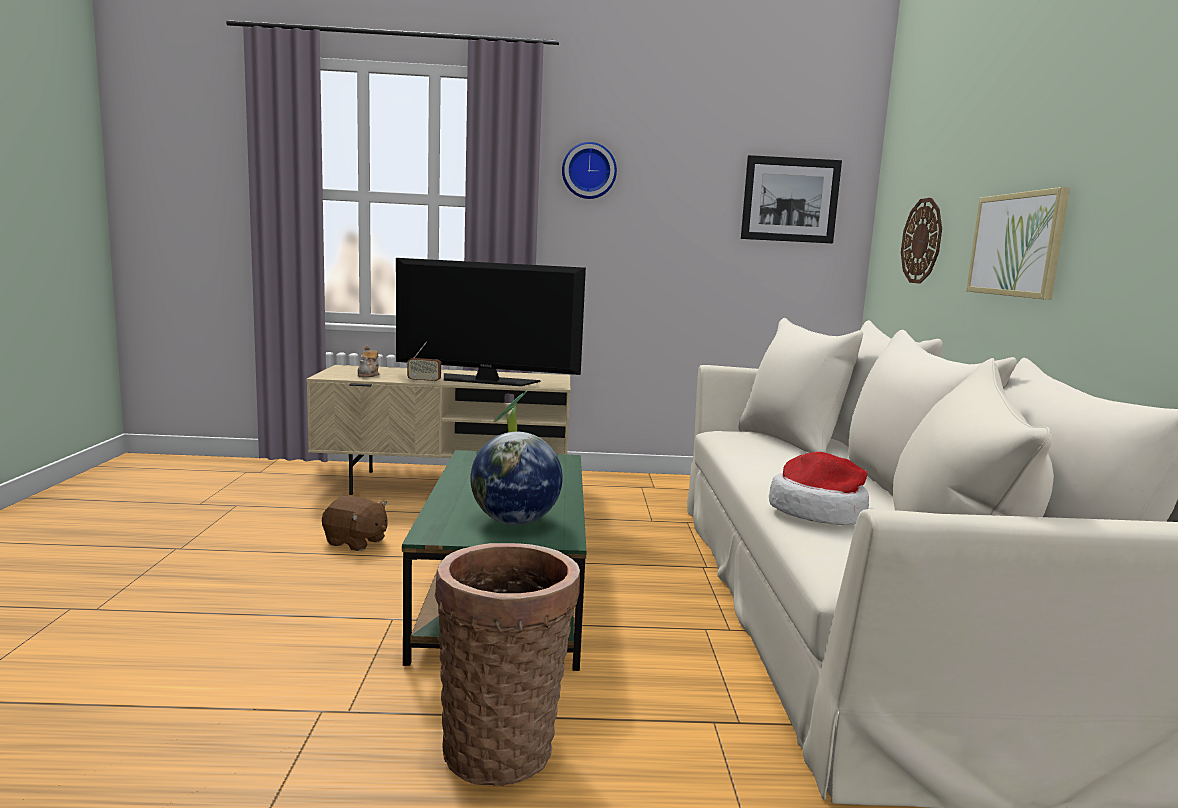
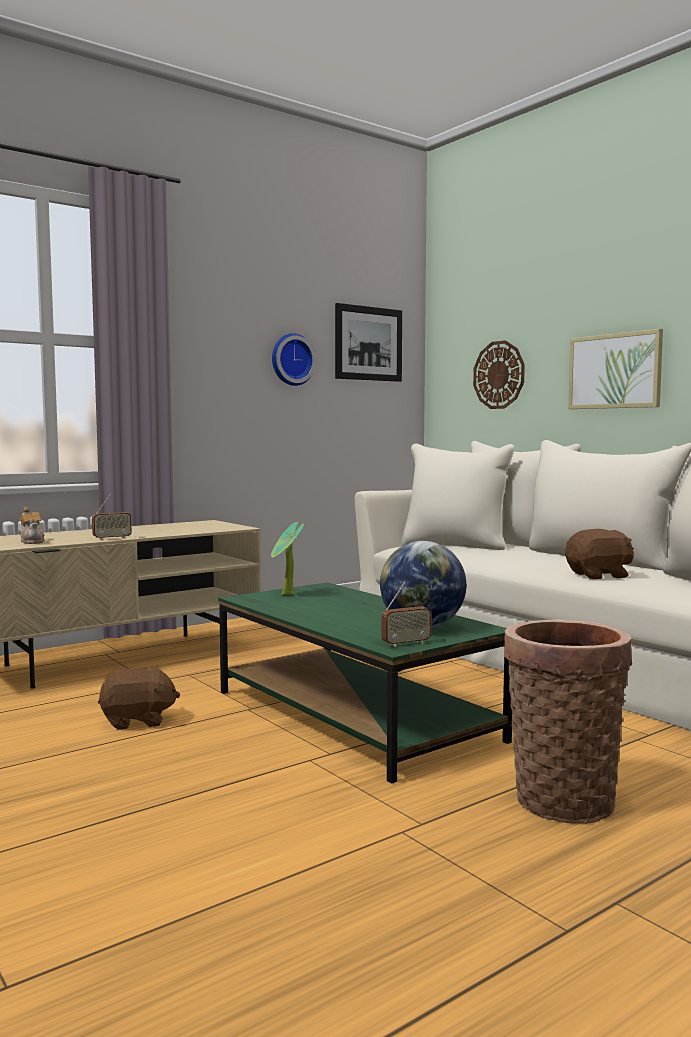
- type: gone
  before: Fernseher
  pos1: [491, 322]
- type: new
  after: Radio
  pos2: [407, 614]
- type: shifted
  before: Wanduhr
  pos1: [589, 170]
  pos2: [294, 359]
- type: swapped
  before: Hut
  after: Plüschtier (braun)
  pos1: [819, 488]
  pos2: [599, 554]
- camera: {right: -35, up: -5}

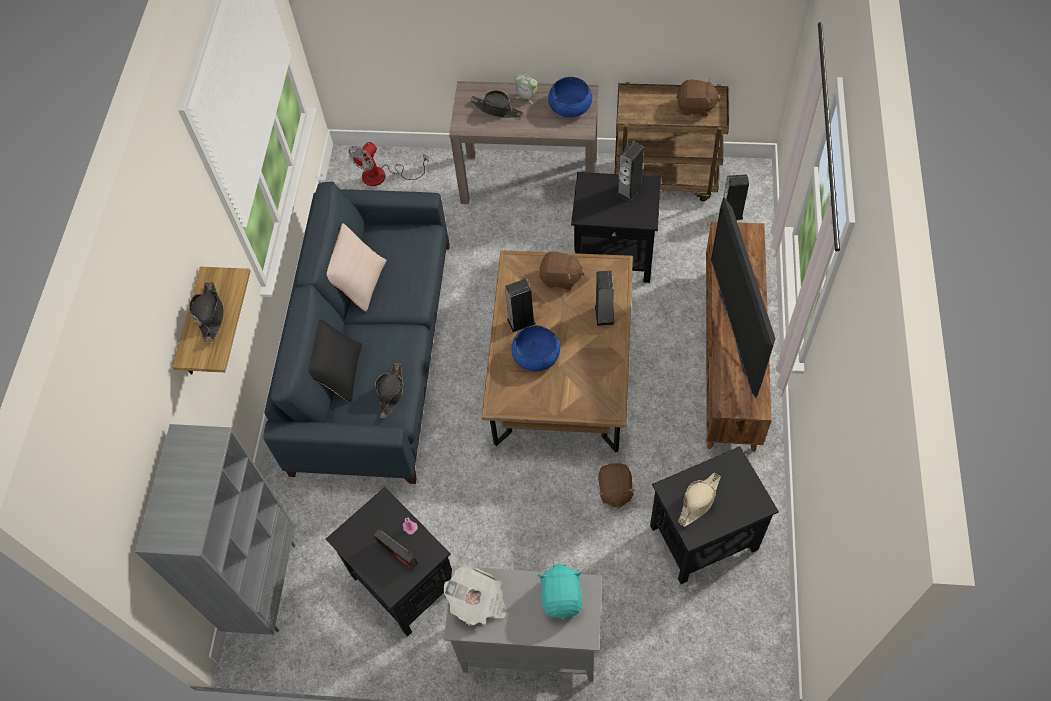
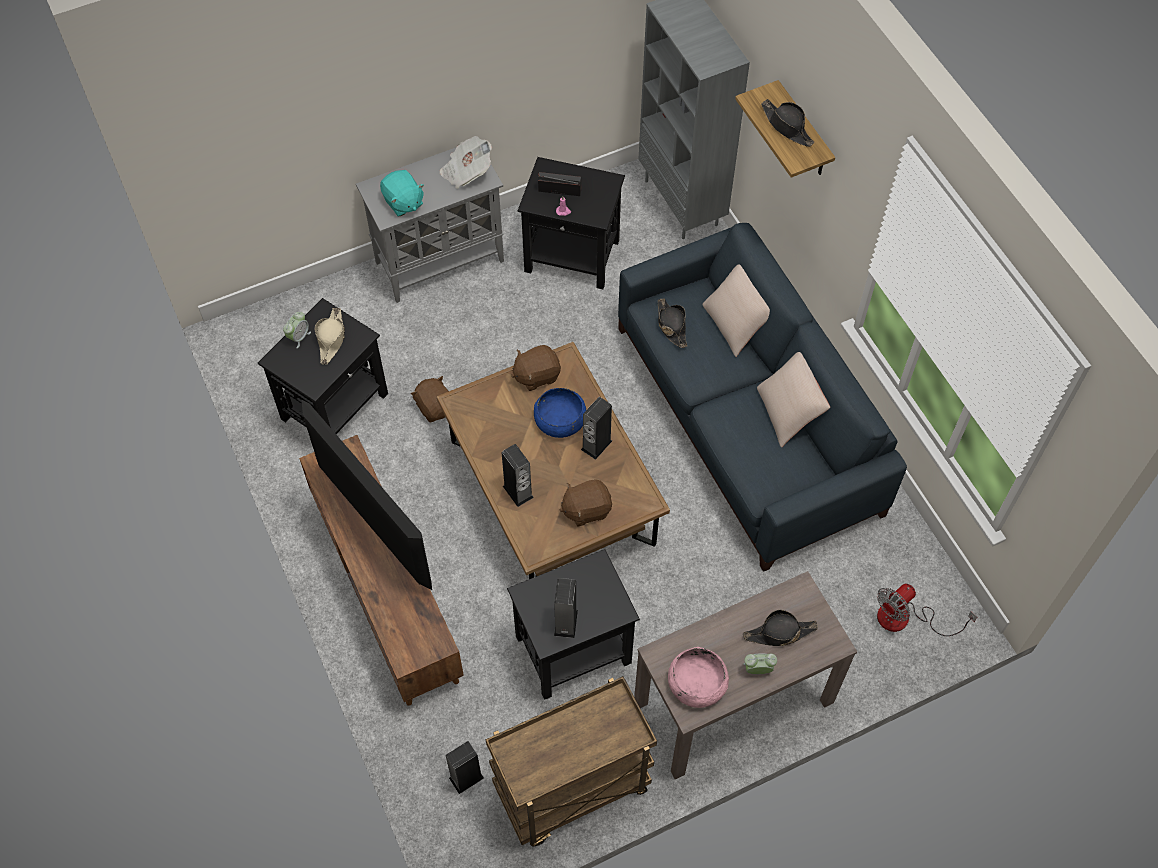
- type: new
  after: Wecker
  pos2: [297, 330]
- type: shifted
  before: Plüschtier (braun)
  pos1: [698, 97]
  pos2: [536, 368]
- type: repainted
  before: Kissen (schwarz)
  after: Kissen (beige)
  pos1: [335, 360]
  pos2: [736, 310]
- type: repainted
  before: Schüssel (blau)
  after: Schüssel (rosa)
  pos1: [570, 97]
  pos2: [698, 677]
- type: rotated
  before: Ventilator
  pos1: [388, 164]
  pos2: [927, 610]
  turn: -135
- camera: {right: 145, up: 0}

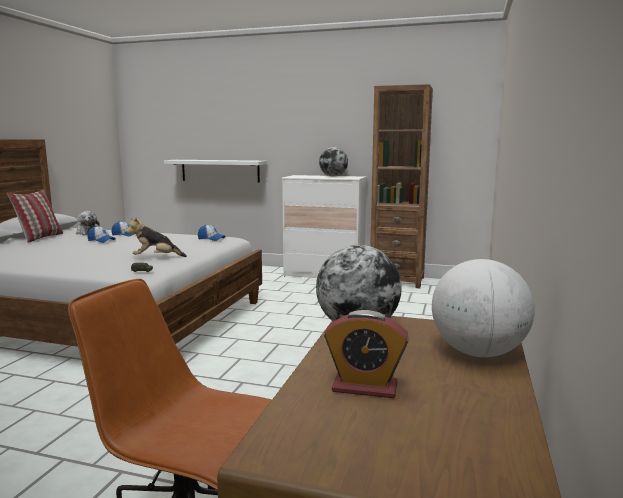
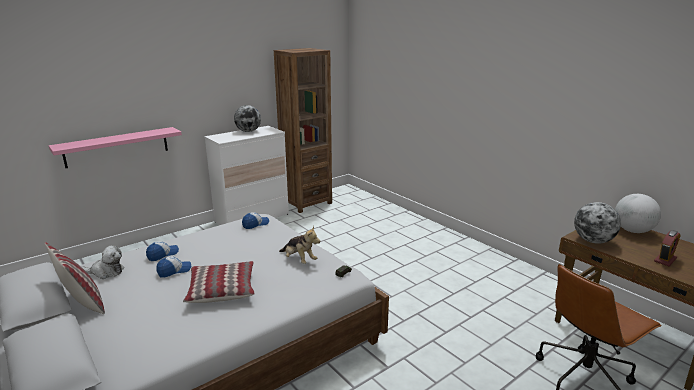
- type: new
  after: Kissen
  pos2: [219, 282]
- type: repainted
  before: Wandregal (weiß)
  after: Wandregal (rosa)
  pos1: [215, 171]
  pos2: [115, 147]
- type: rotated
  before: Plüschtier
  pos1: [156, 237]
  pos2: [299, 245]
  turn: -75
- camera: {right: -55, up: 10}

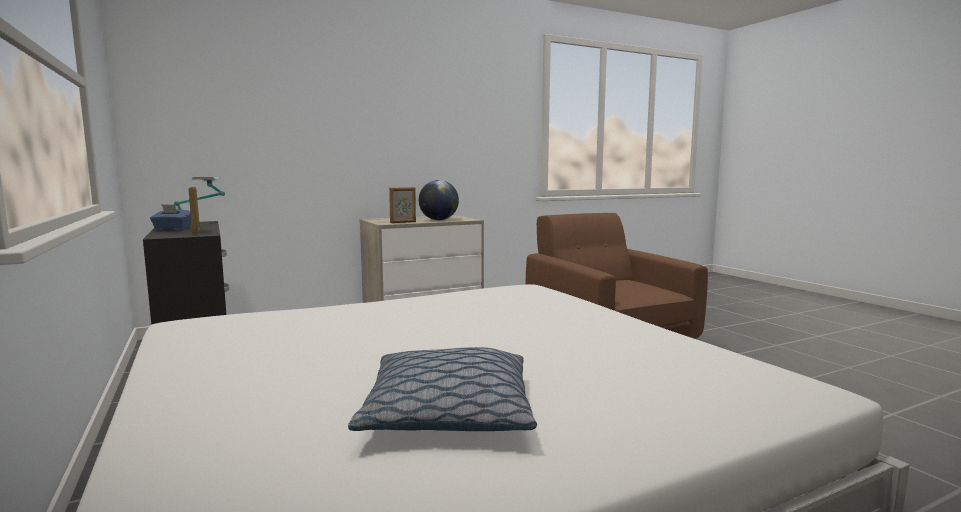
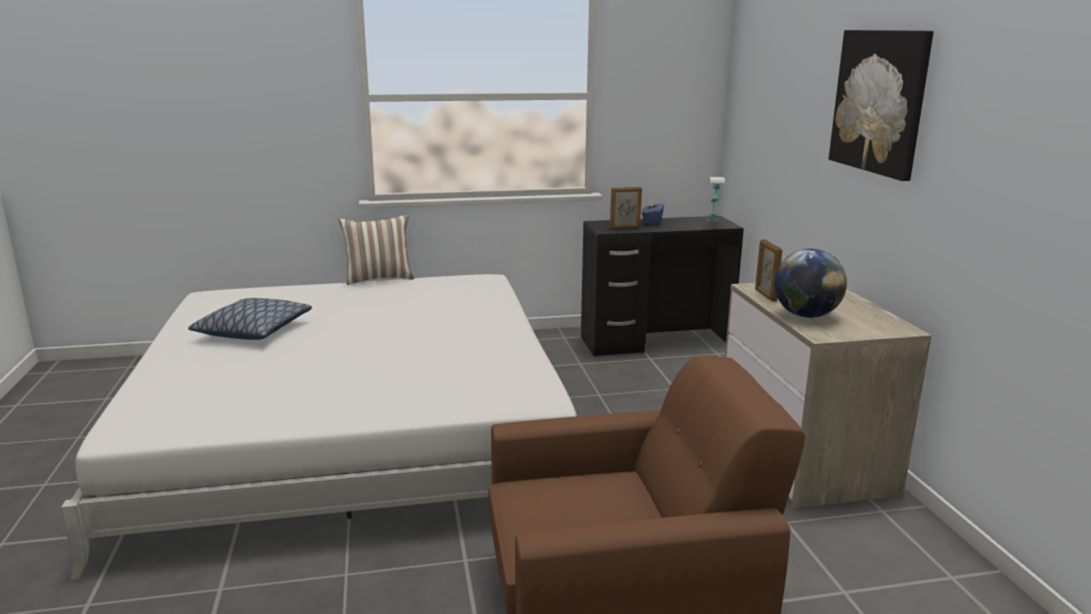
- type: new
  after: Kissen
  pos2: [376, 249]
- type: new
  after: Bild
  pos2: [881, 105]
- camera: {right: 105, up: 10}

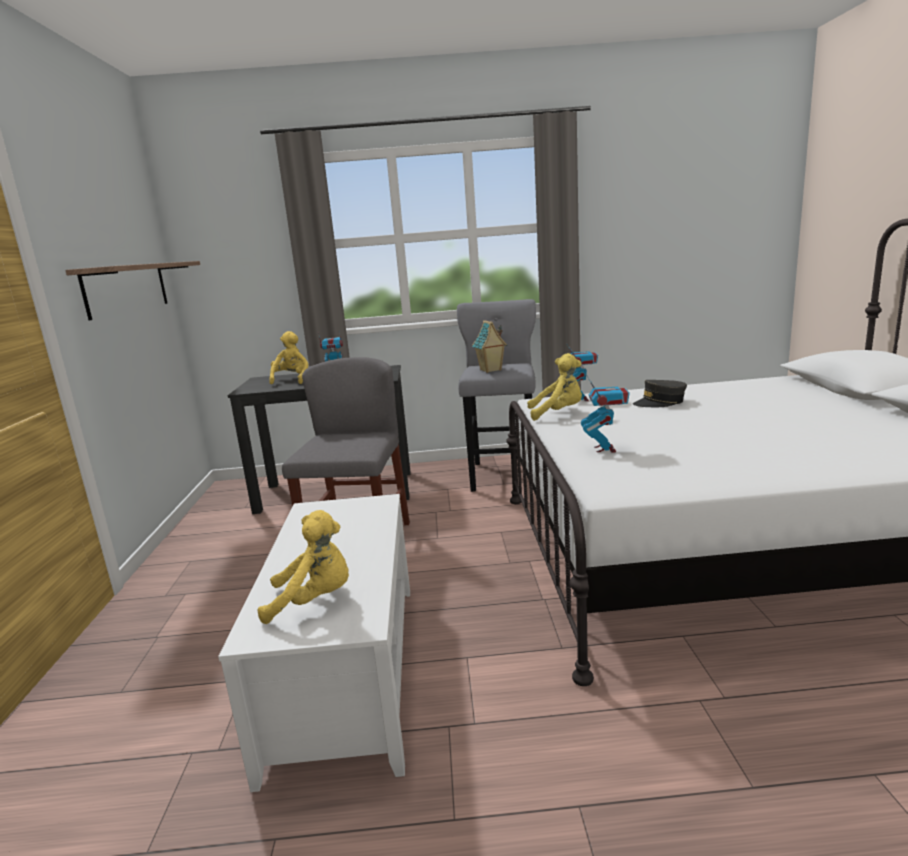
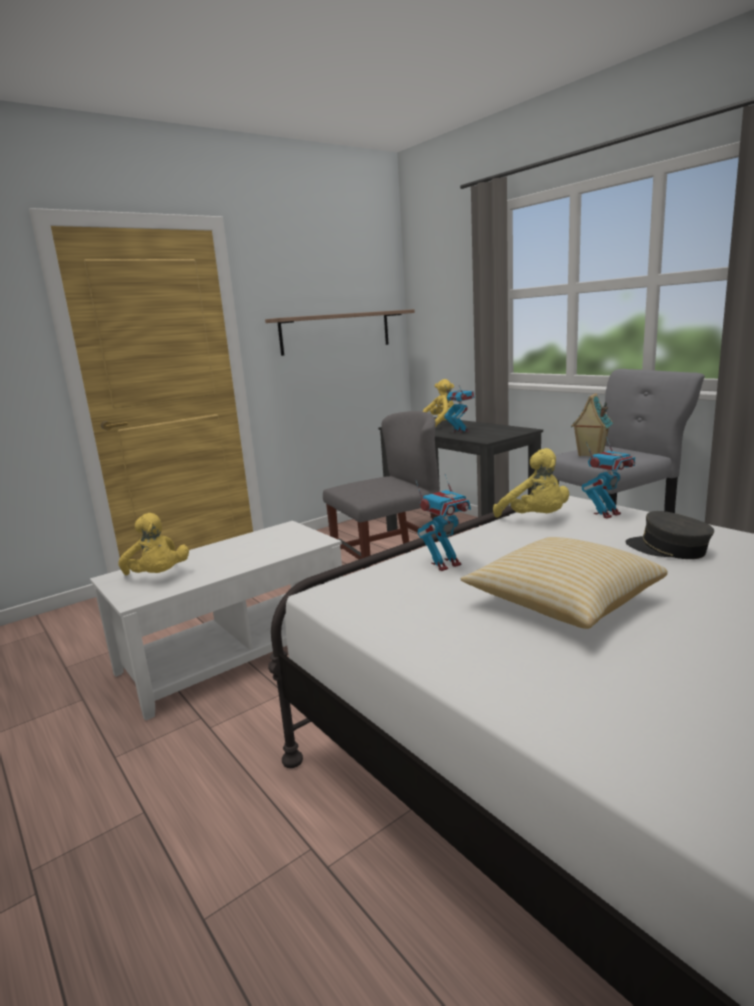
- type: new
  after: Kissen
  pos2: [564, 583]
- camera: {right: 55, up: 0}

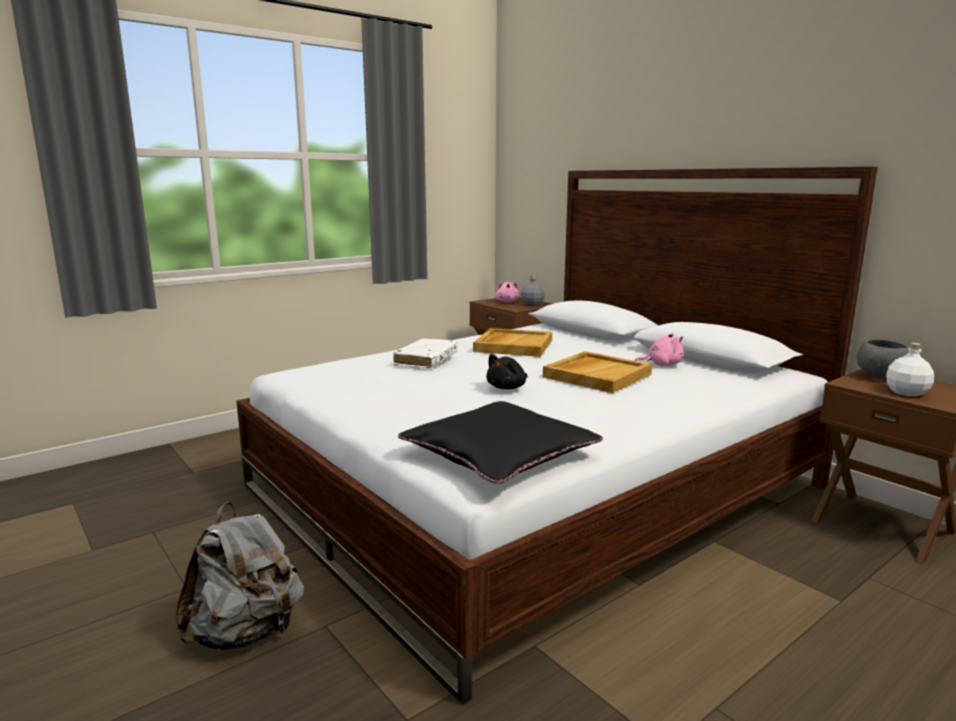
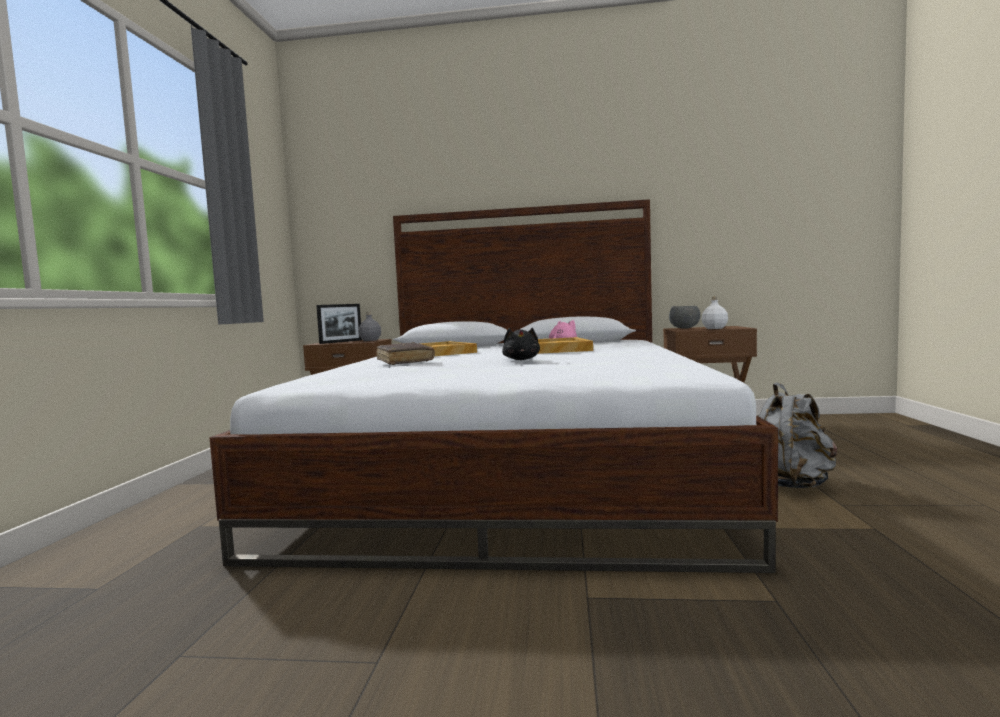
- type: gone
  before: Kissen (schwarz)
  pos1: [500, 442]
- type: shifted
  before: Rucksack (grau)
  pos1: [239, 576]
  pos2: [797, 435]
- type: swapped
  before: Plüschtier (rosa)
  after: Bilderrahmen
  pos1: [507, 292]
  pos2: [339, 324]
- type: repainted
  before: Buch (weiß)
  after: Buch (braun)
  pos1: [425, 353]
  pos2: [405, 353]
- camera: {right: -45, up: -10}

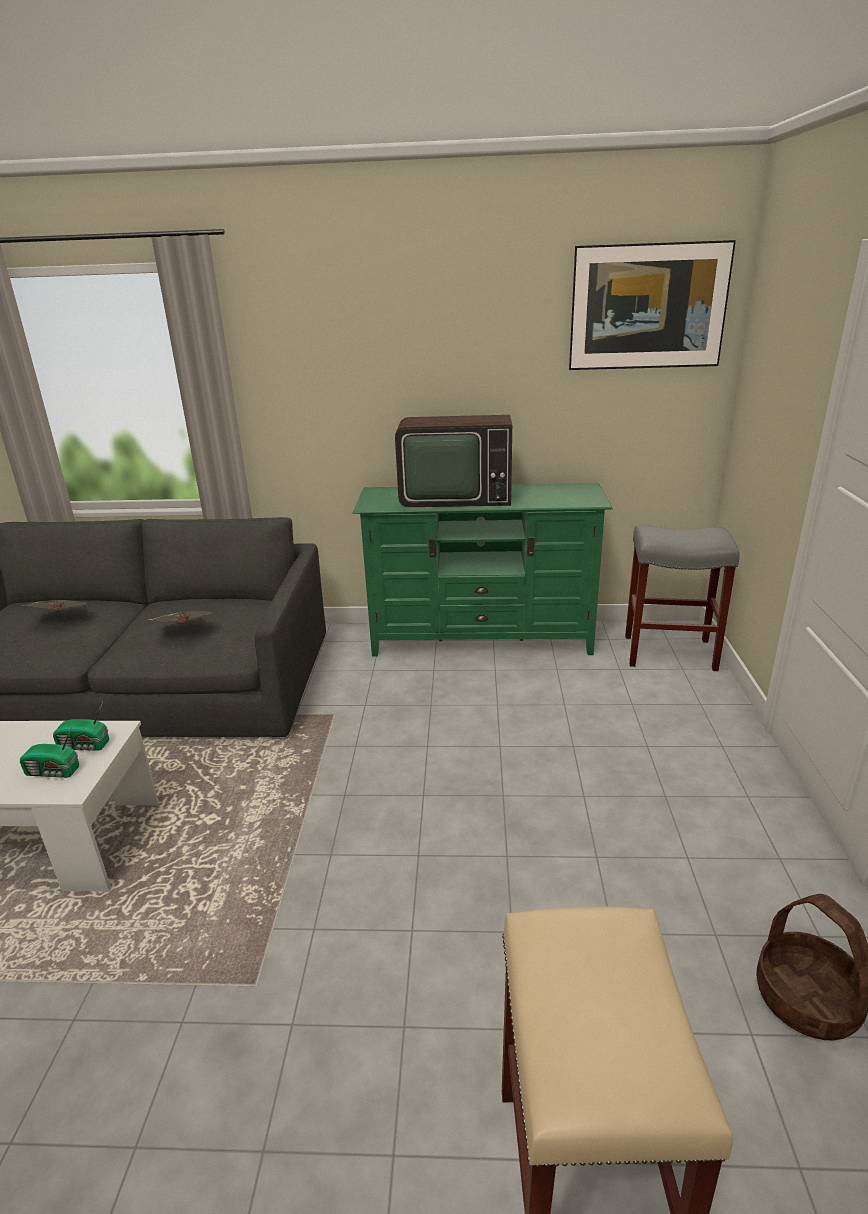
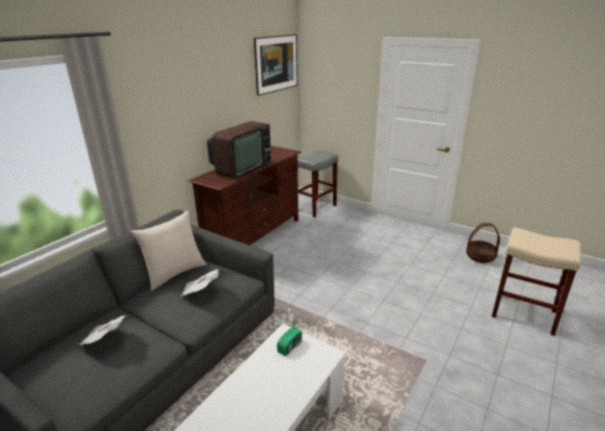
- type: gone
  before: Radio
  pos1: [49, 752]
- type: new
  after: Kissen (beige)
  pos2: [168, 250]
- type: repainted
  before: Fernsehschrank (grün)
  after: Fernsehschrank (braun)
  pos1: [483, 570]
  pos2: [244, 195]
- camera: {right: -60, up: 0}

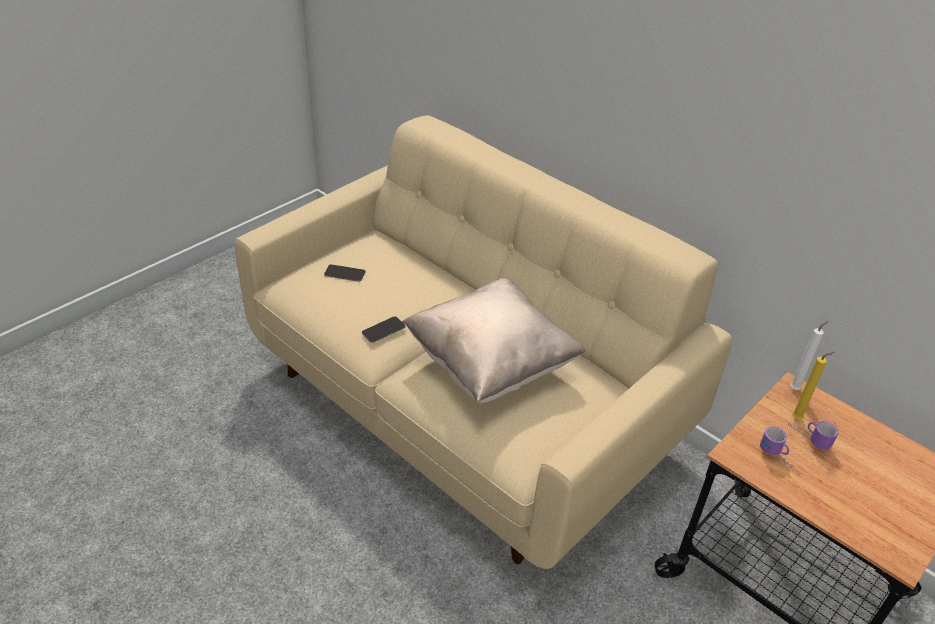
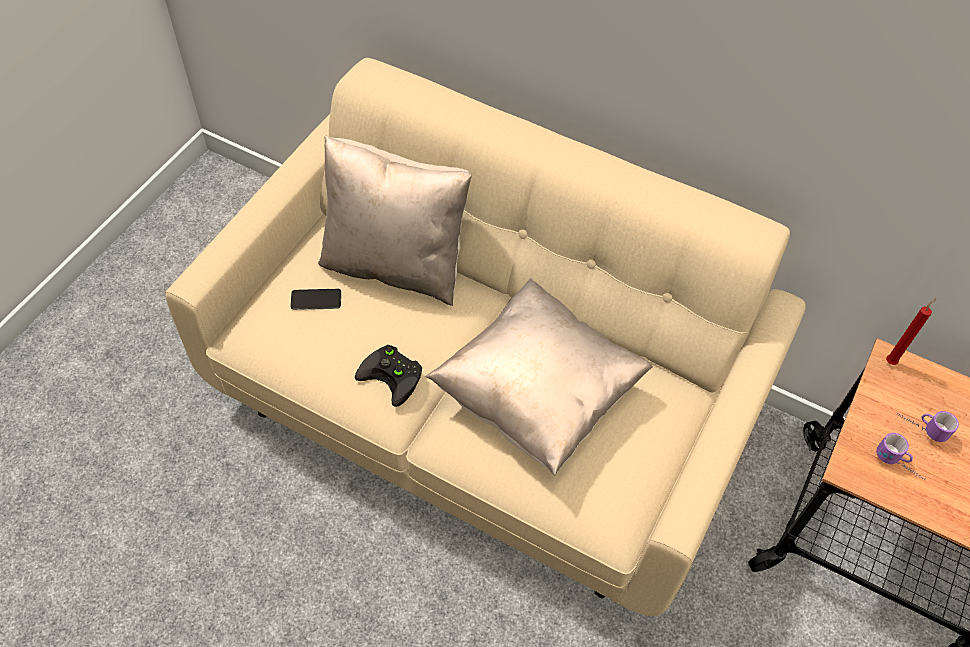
- type: gone
  before: Kerze (gelb)
  pos1: [813, 385]
- type: new
  after: Kissen (beige)
  pos2: [395, 220]
- type: swapped
  before: Handy
  after: Gamepad (schwarz)
  pos1: [384, 329]
  pos2: [388, 376]
- type: repainted
  before: Kerze (weiß)
  after: Kerze (rot)
  pos1: [809, 355]
  pos2: [911, 331]
- camera: {right: -15, up: 15}

